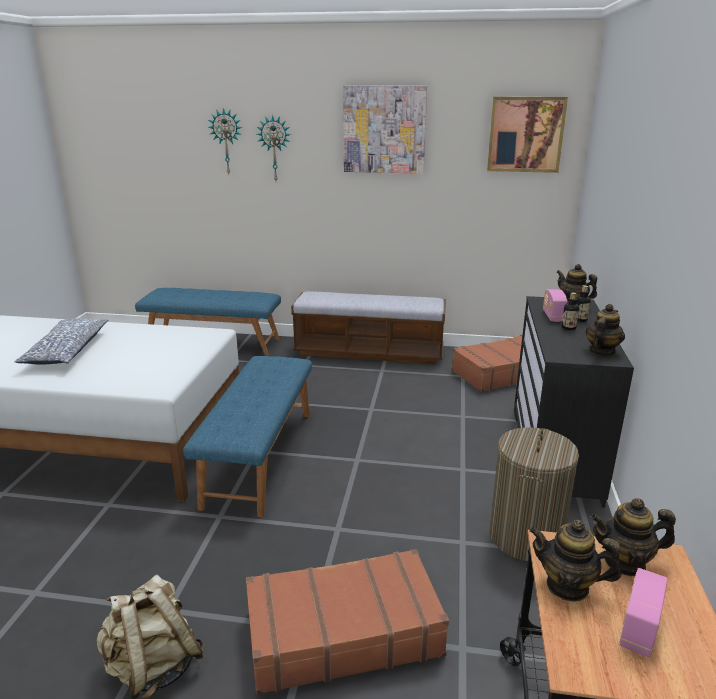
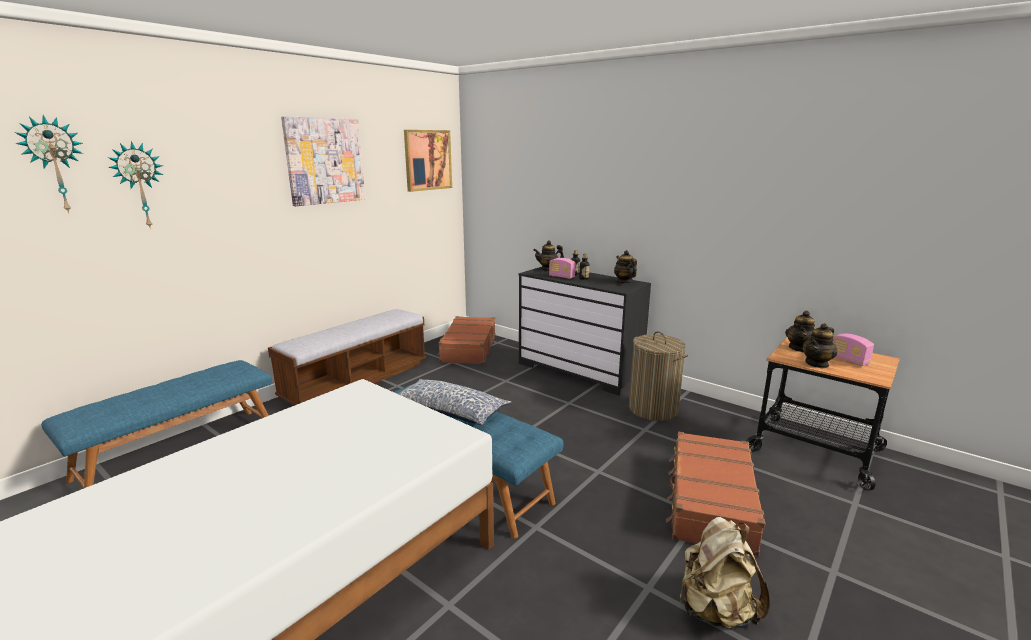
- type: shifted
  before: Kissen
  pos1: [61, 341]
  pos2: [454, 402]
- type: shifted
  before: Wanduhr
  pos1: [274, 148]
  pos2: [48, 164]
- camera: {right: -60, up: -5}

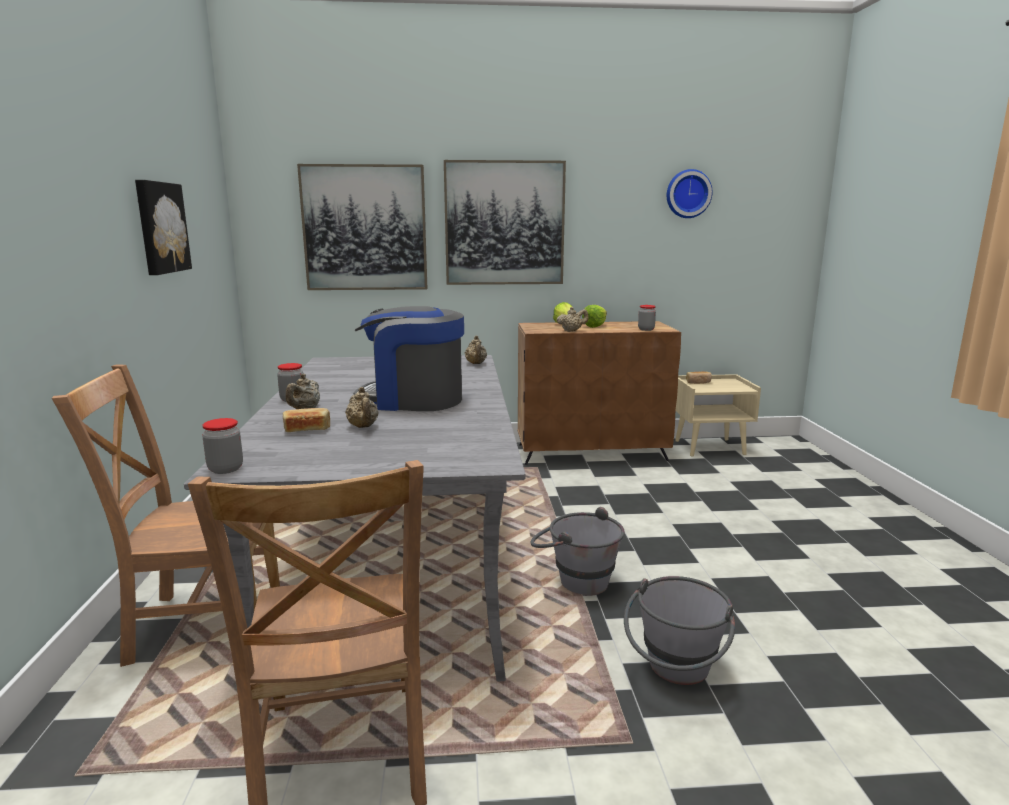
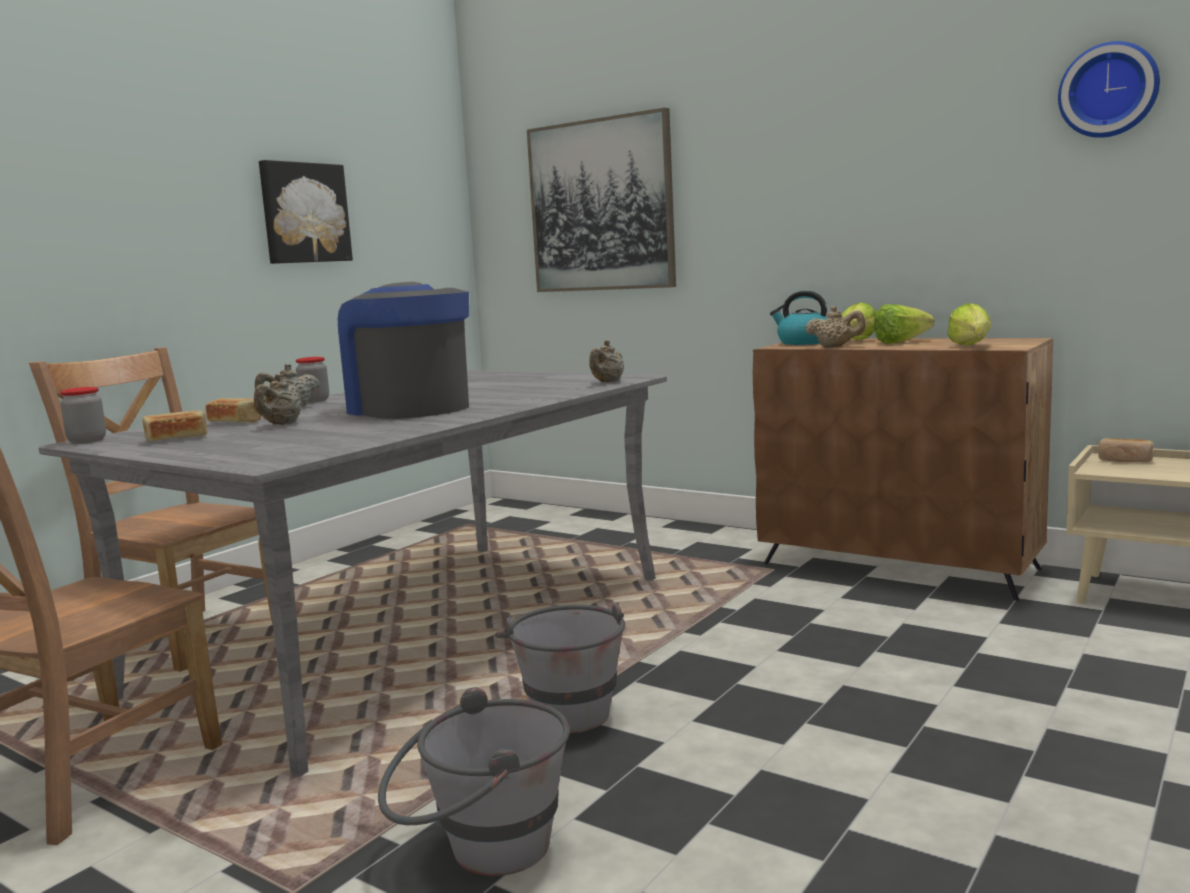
- type: gone
  before: Bild
  pos1: [505, 222]
- type: new
  after: Brot
  pos2: [174, 425]
- type: new
  after: Wasserkessel
  pos2: [798, 318]
- type: swapped
  before: Vorratsglas
  after: Salatkopf
  pos1: [647, 318]
  pos2: [969, 324]
- camera: {right: 40, up: -5}

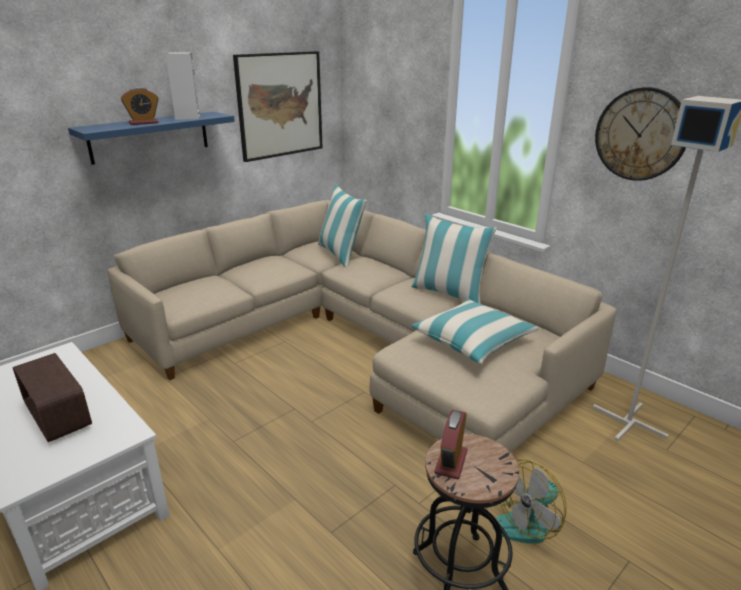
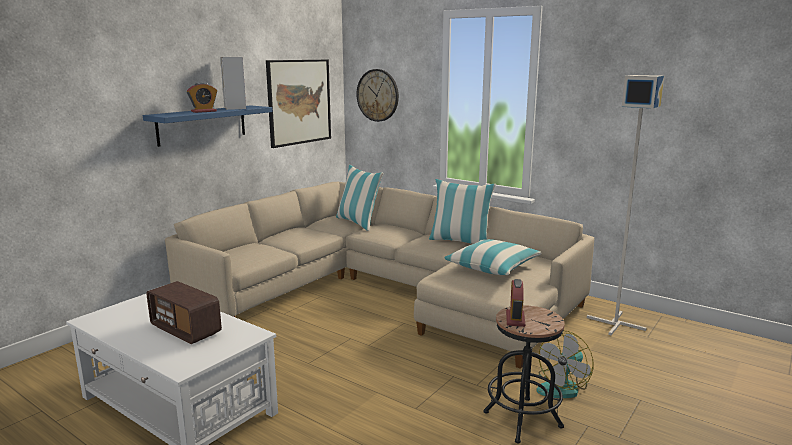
- type: shifted
  before: Wanduhr
  pos1: [640, 134]
  pos2: [377, 95]
- camera: {right: -10, up: -10}

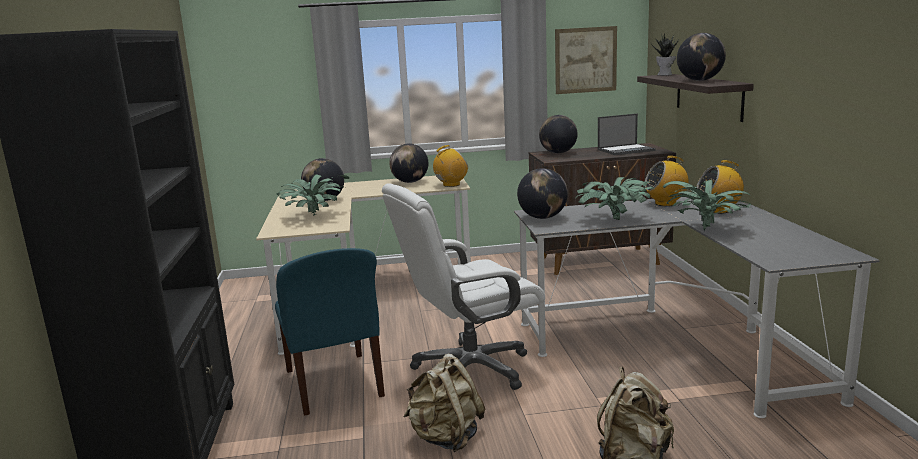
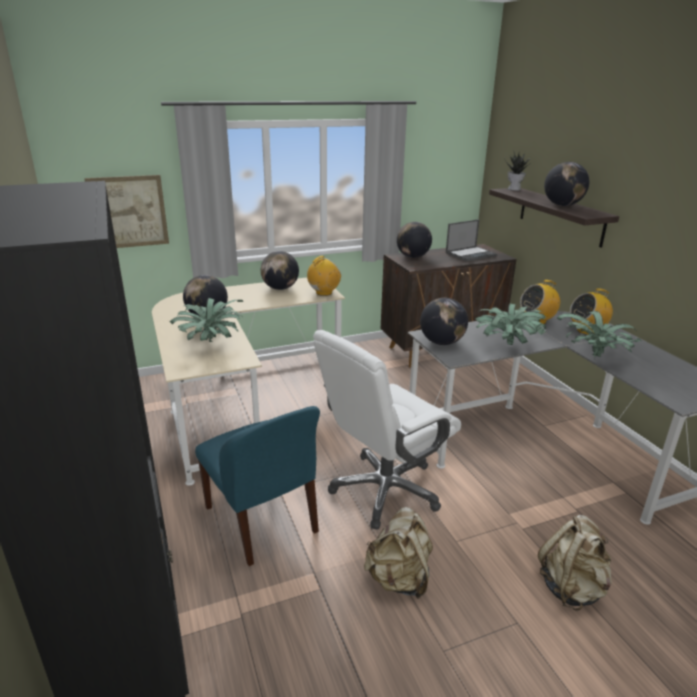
- type: shifted
  before: Bild
  pos1: [586, 60]
  pos2: [126, 211]
- camera: {right: -15, up: 10}

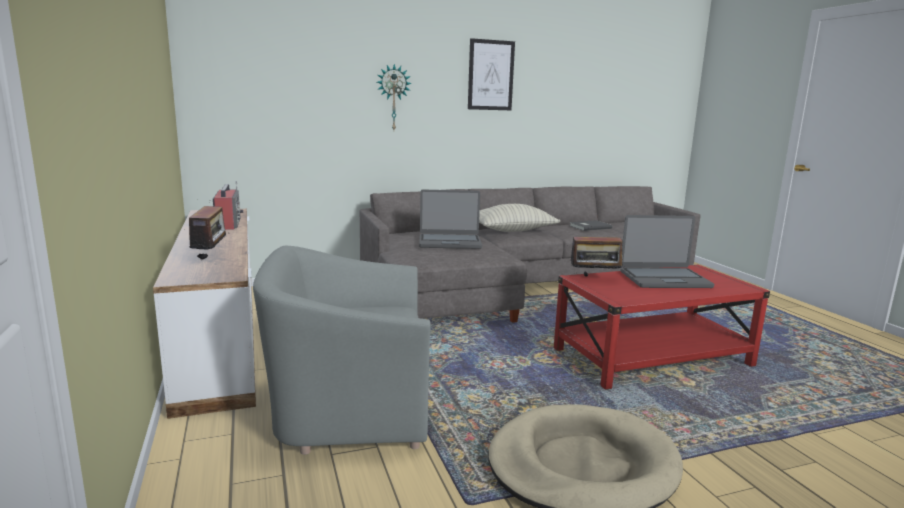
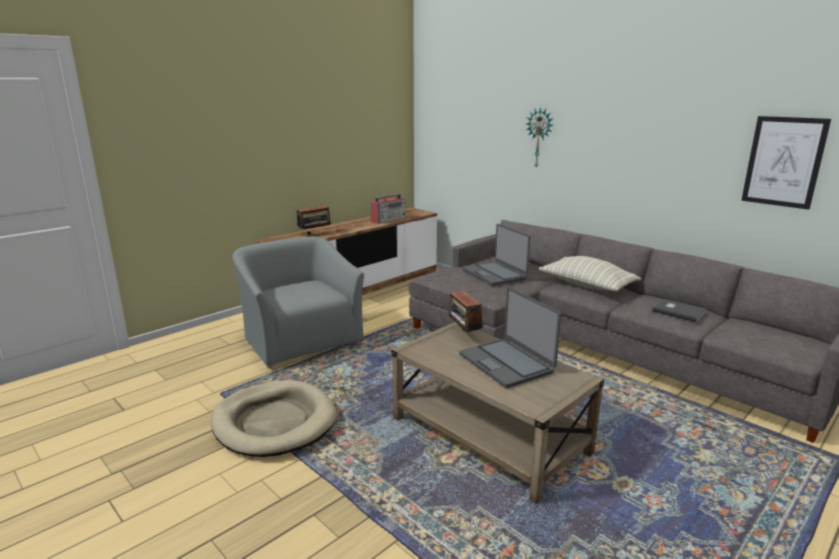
- type: shifted
  before: Bild
  pos1: [491, 74]
  pos2: [786, 163]
- type: repainted
  before: Couchtisch (rot)
  after: Couchtisch (beige)
  pos1: [662, 327]
  pos2: [498, 413]
- camera: {right: 65, up: 5}

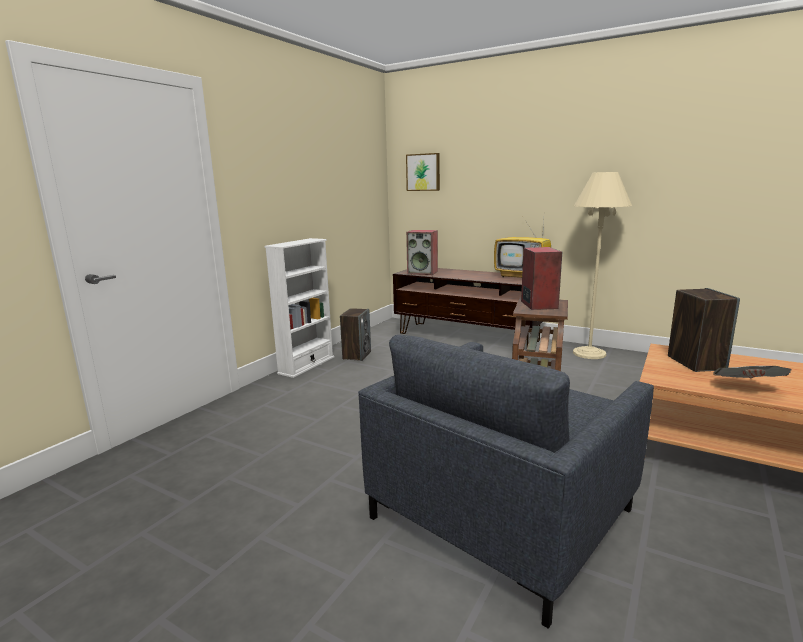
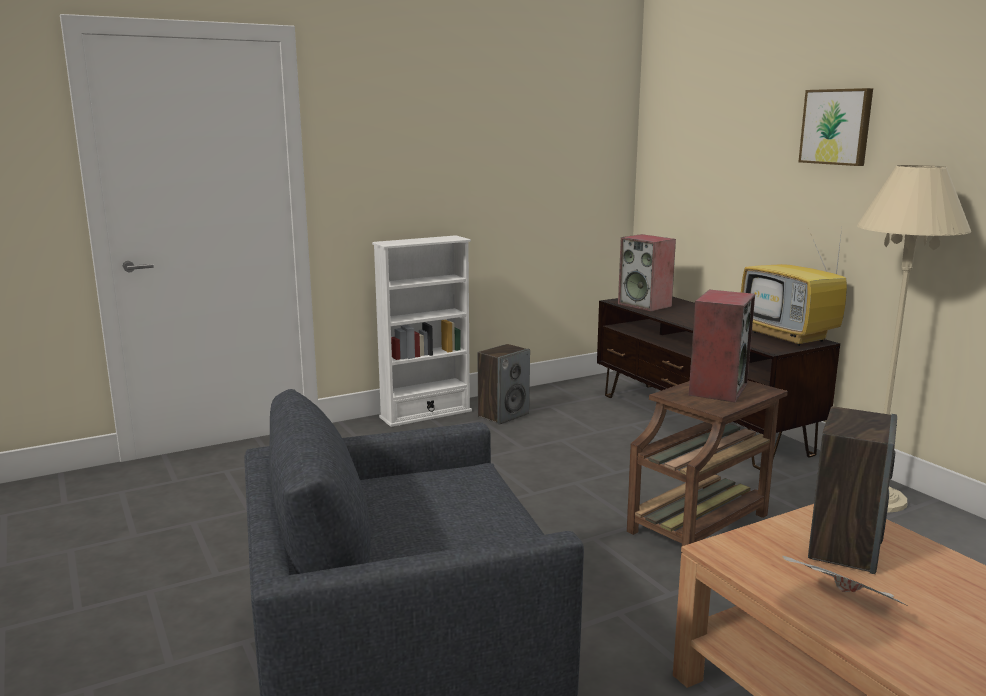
- type: shifted
  before: Bild
  pos1: [423, 172]
  pos2: [835, 127]
- camera: {right: 30, up: 0}

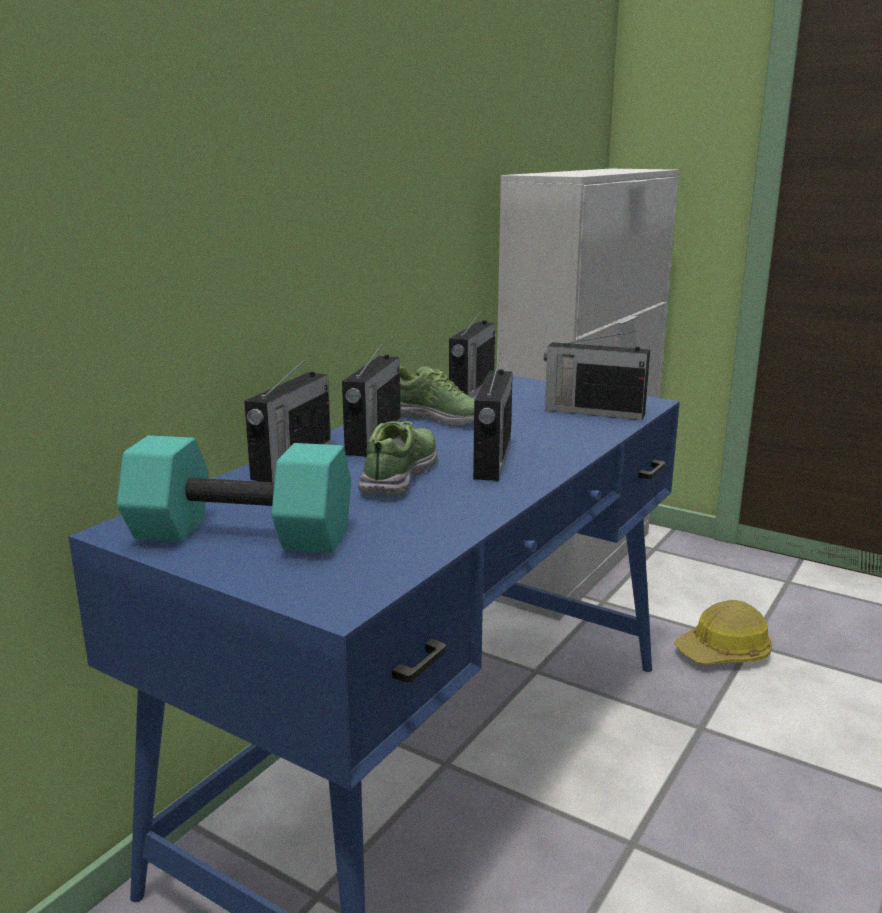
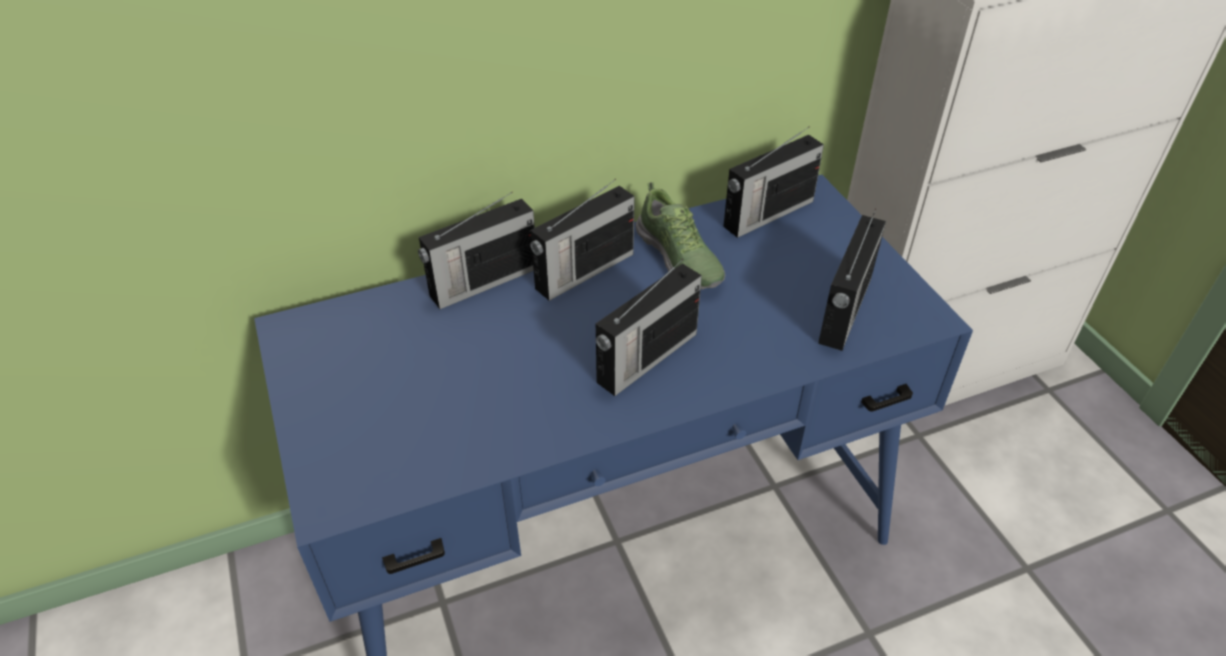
- type: gone
  before: Hantel (türkis)
  pos1: [234, 494]
- type: gone
  before: Schuh
  pos1: [397, 458]
- type: gone
  before: Schutzhelm
  pos1: [723, 632]
- type: rotated
  before: Radio
  pos1: [597, 375]
  pos2: [852, 280]
  turn: -120
- camera: {right: 35, up: 25}

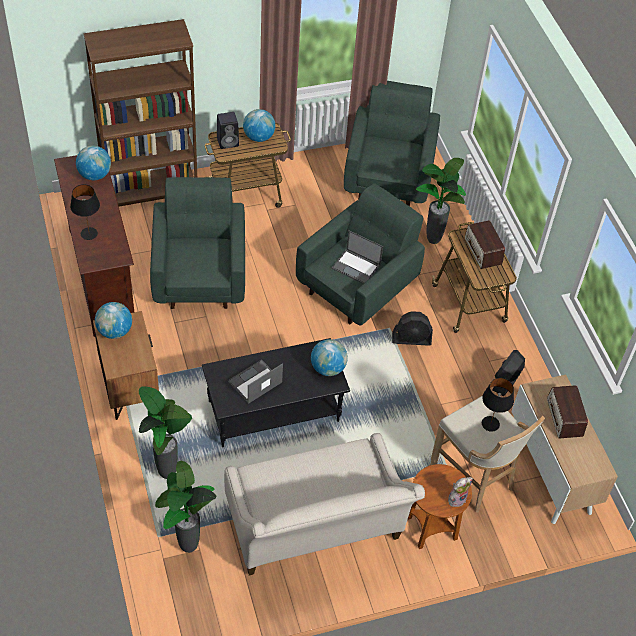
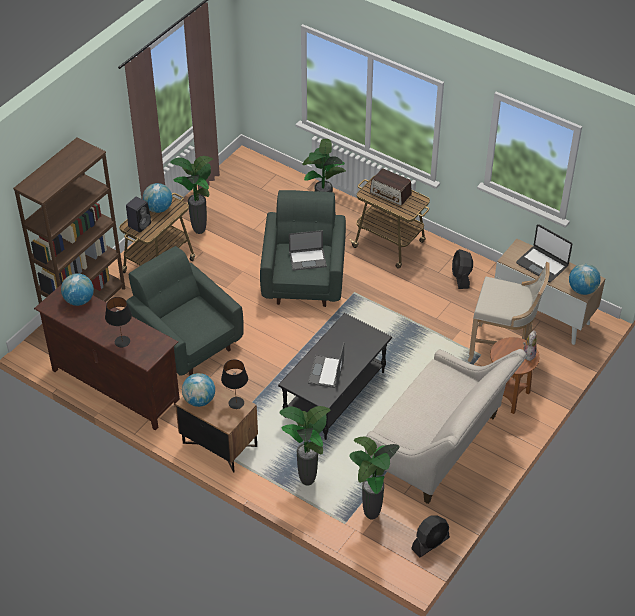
- type: gone
  before: Sessel (grün)
  pos1: [392, 143]
- type: new
  after: Topfpflanze
  pos2: [191, 195]
- type: shifted
  before: Globus
  pos1: [329, 357]
  pos2: [585, 279]
- type: shifted
  before: Ventilator (schwarz)
  pos1: [412, 328]
  pos2: [430, 536]
- type: shifted
  before: Tischlampe (schwarz)
  pos1: [498, 405]
  pos2: [234, 384]
- type: swapped
  before: Radio
  after: Laptop
  pos1: [567, 411]
  pos2: [544, 253]
- camera: {right: -35, up: -5}

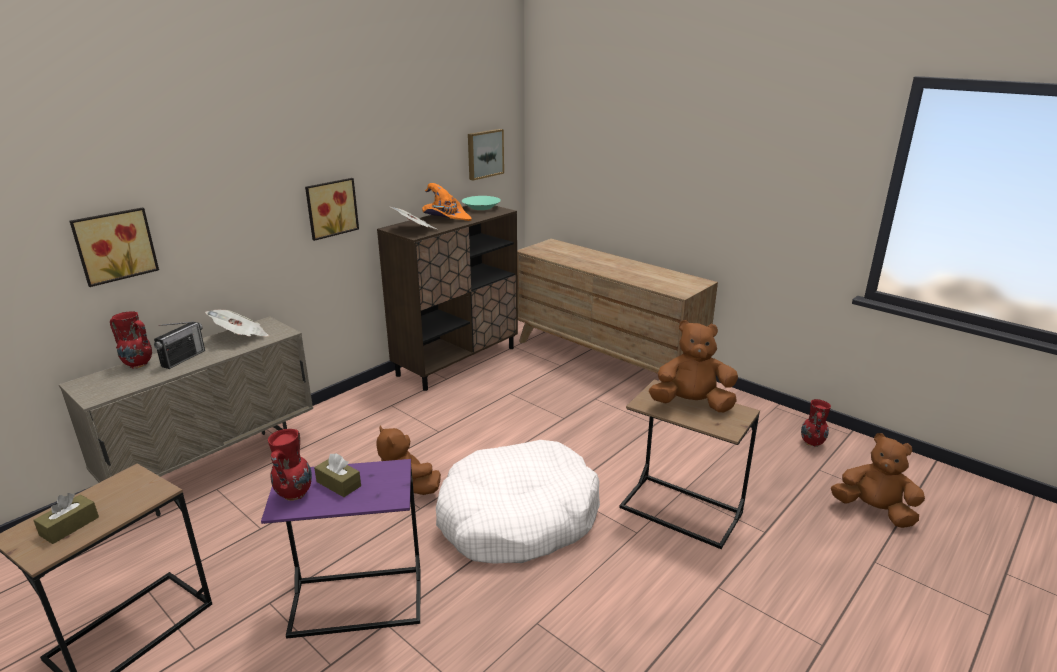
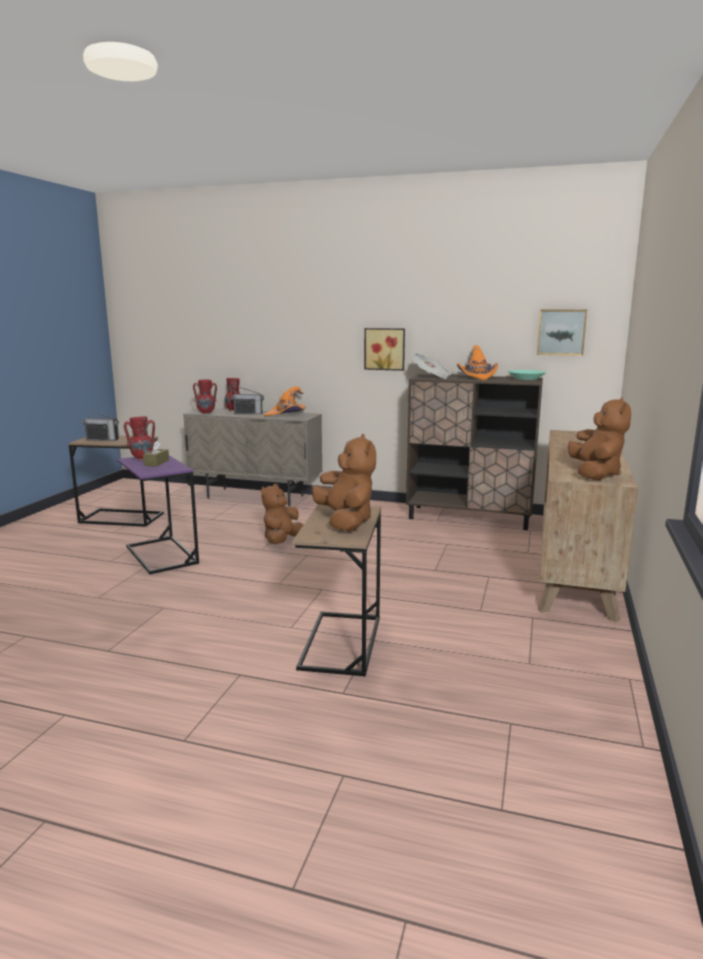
- type: gone
  before: Bild
  pos1: [114, 247]
- type: gone
  before: Hundebett (weiß)
  pos1: [518, 502]
- type: shifted
  before: Vase (rot)
  pos1: [816, 423]
  pos2: [205, 397]
- type: shifted
  before: Plüschtier (braun)
  pos1: [878, 480]
  pos2: [599, 438]
- type: swapped
  before: Taschentuchbox (braun)
  after: Radio
  pos1: [66, 518]
  pos2: [100, 425]
- type: swapped
  before: Zeitung
  after: Hut (orange)
  pos1: [237, 323]
  pos2: [285, 401]
- camera: {right: 65, up: -10}

